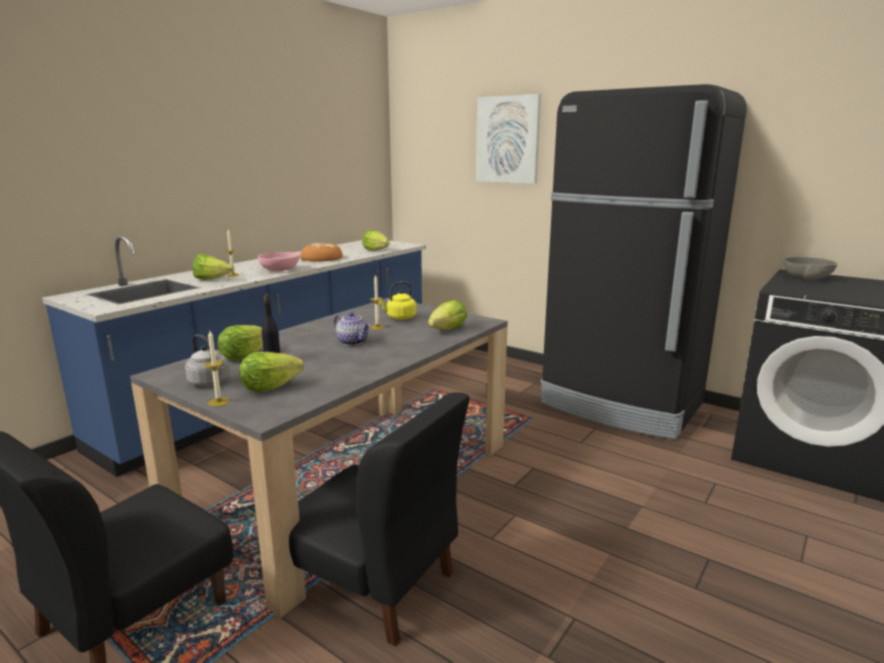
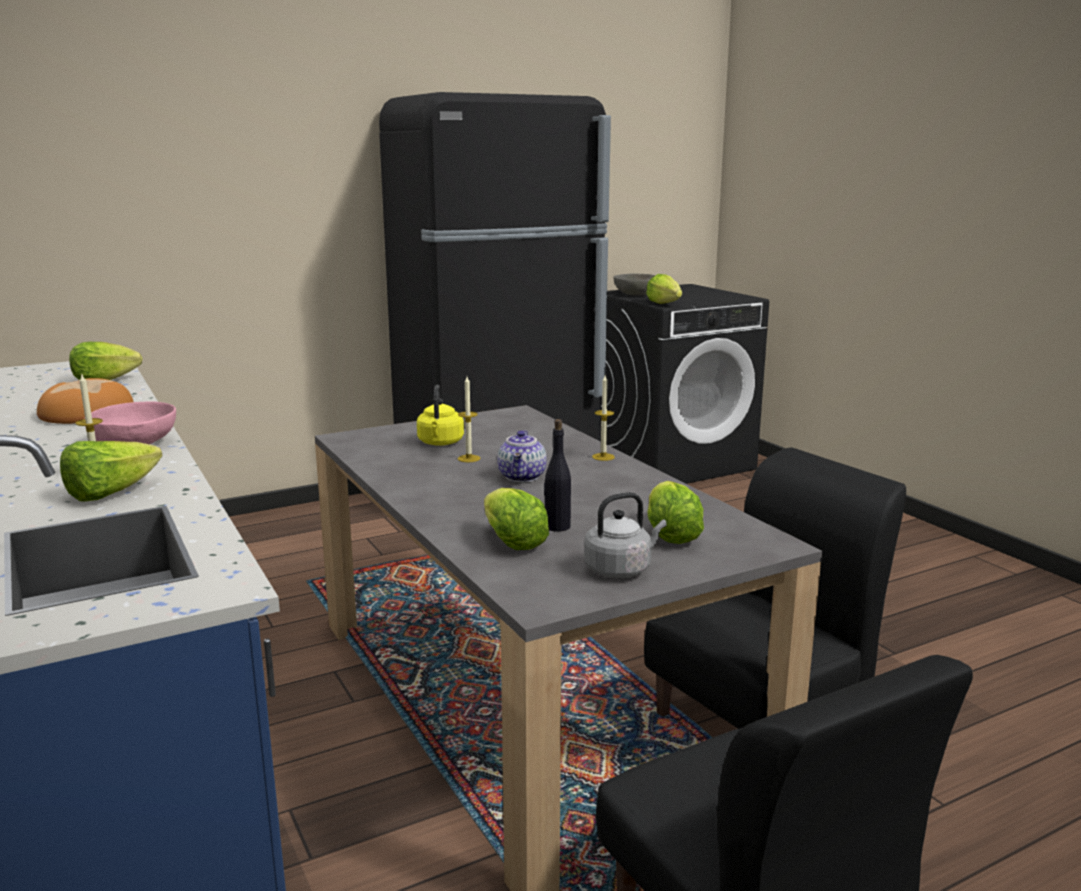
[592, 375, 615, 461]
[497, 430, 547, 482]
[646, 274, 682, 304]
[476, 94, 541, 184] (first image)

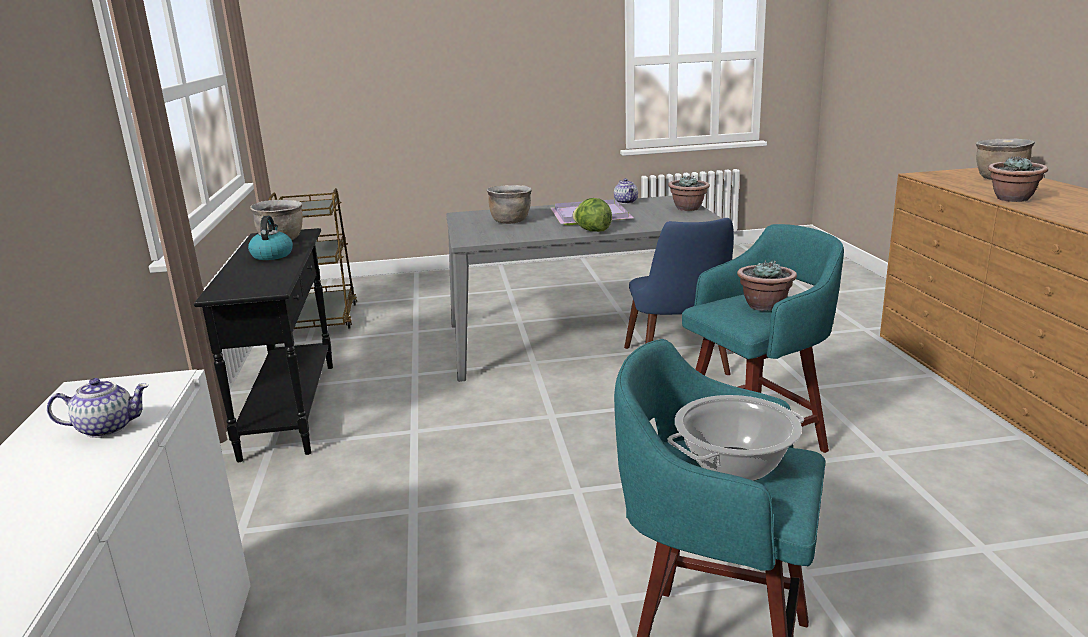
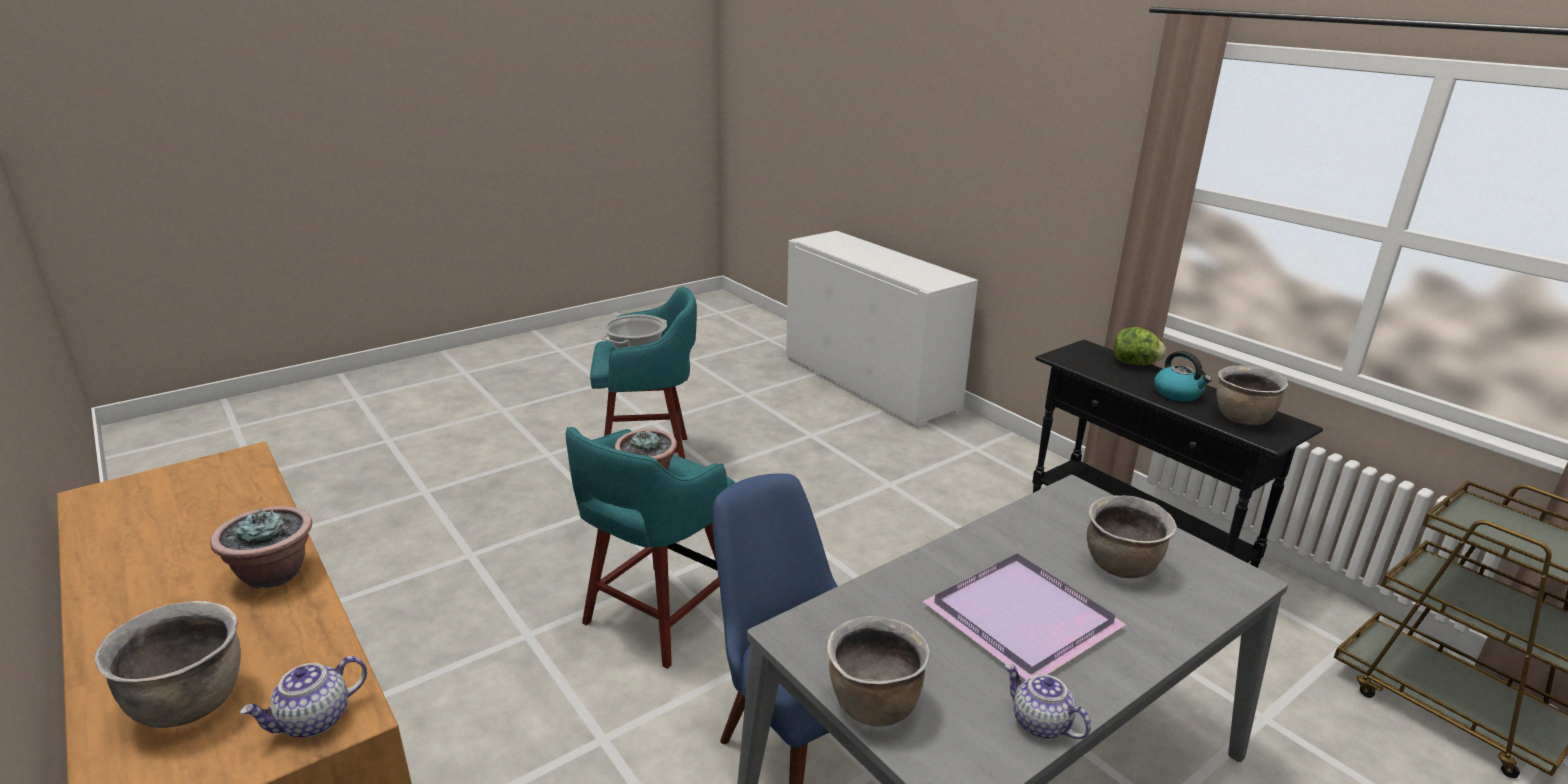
[240, 656, 367, 737]
[1113, 327, 1166, 366]
[827, 616, 930, 727]

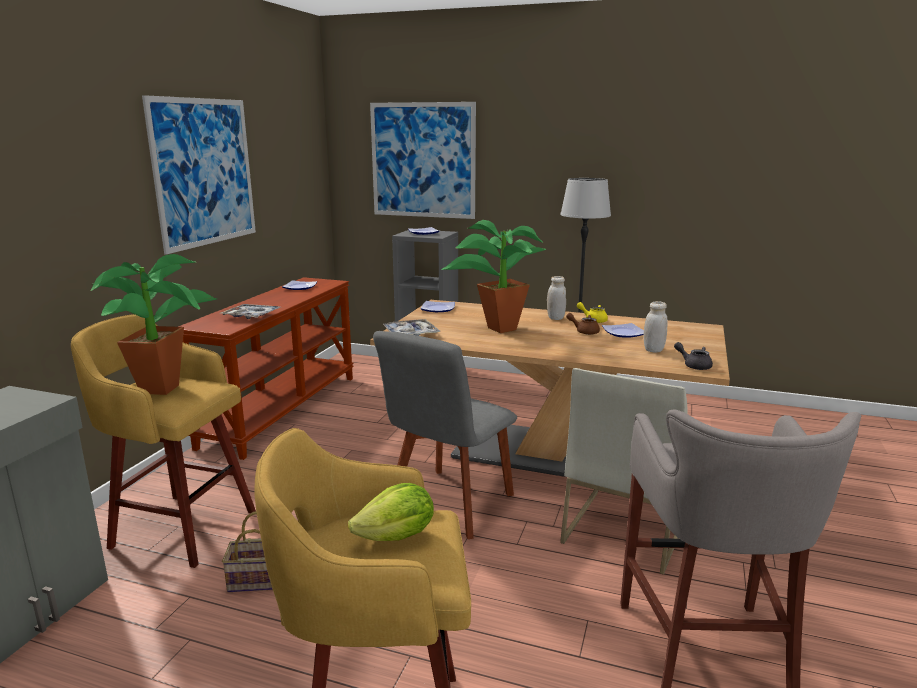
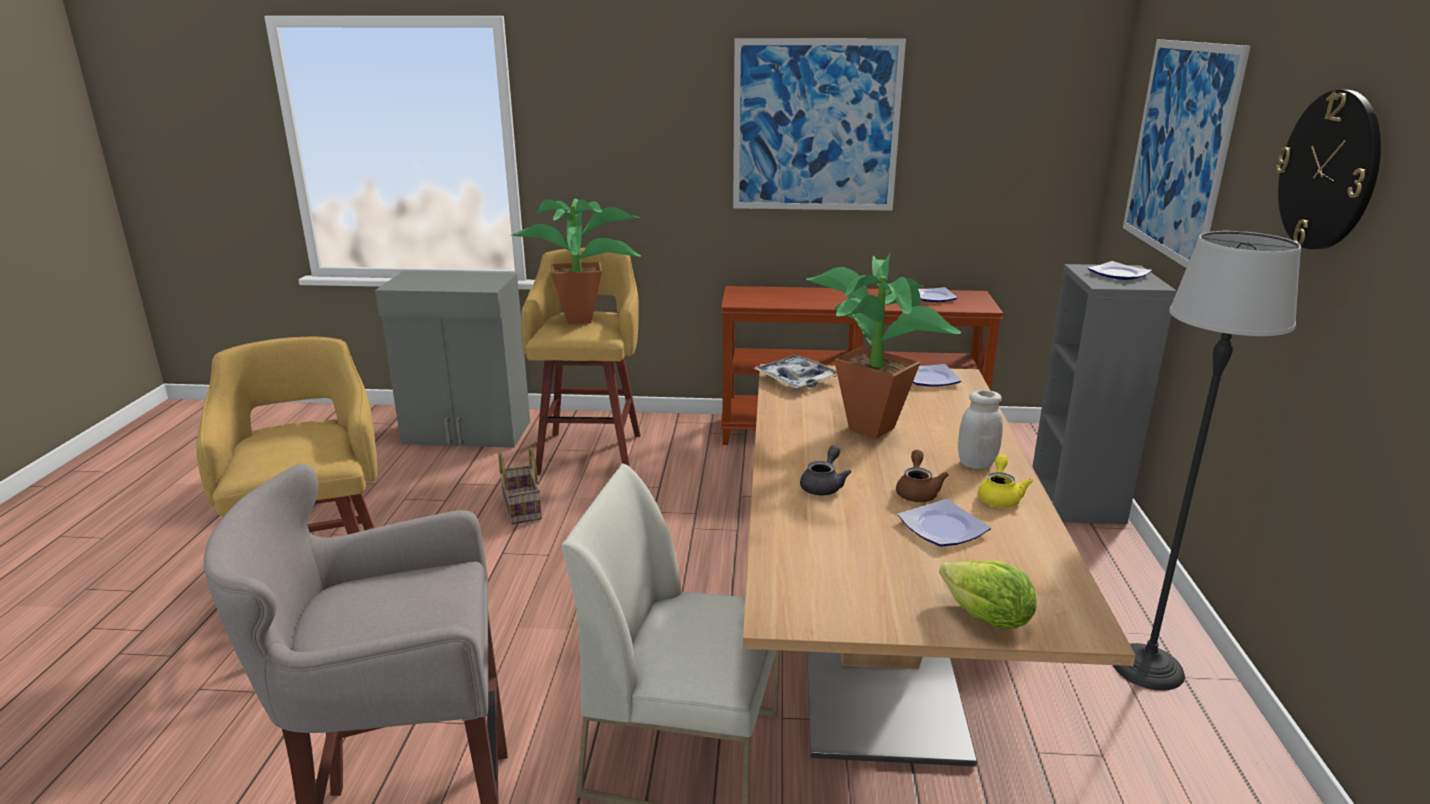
[221, 304, 280, 319] (first image)
[939, 561, 1036, 628]
[373, 331, 517, 539] (first image)
[643, 301, 668, 352] (first image)
[800, 445, 851, 496]
[1276, 90, 1381, 249]

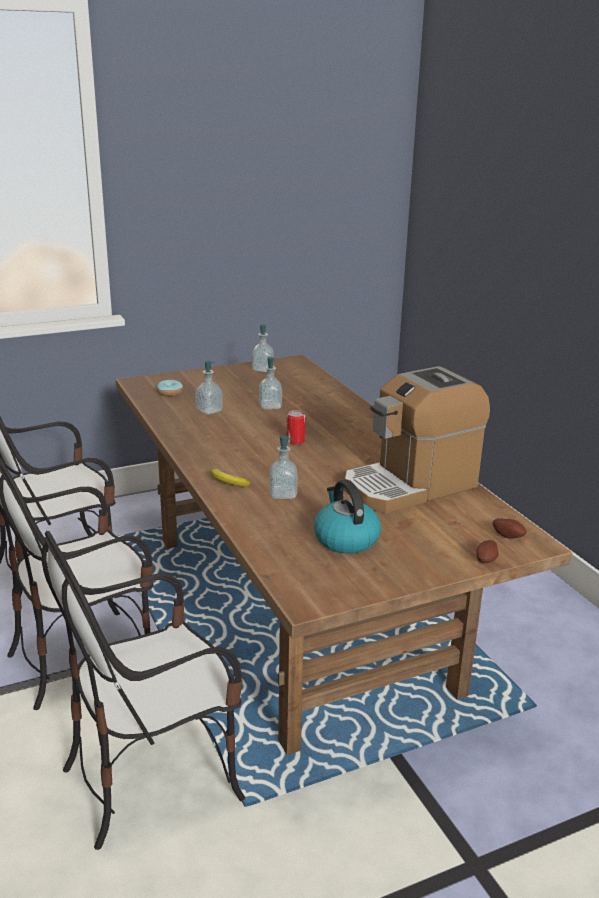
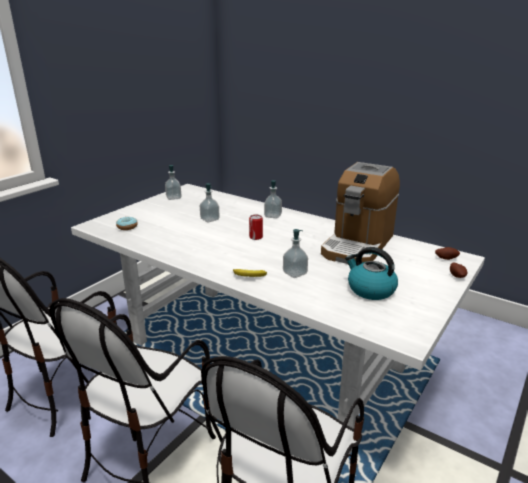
[71, 184, 485, 455]
[264, 180, 282, 218]

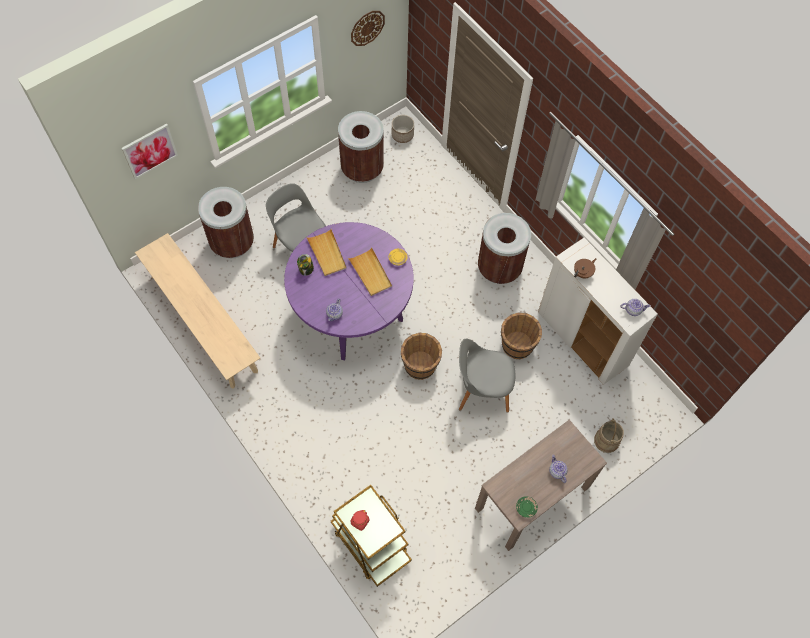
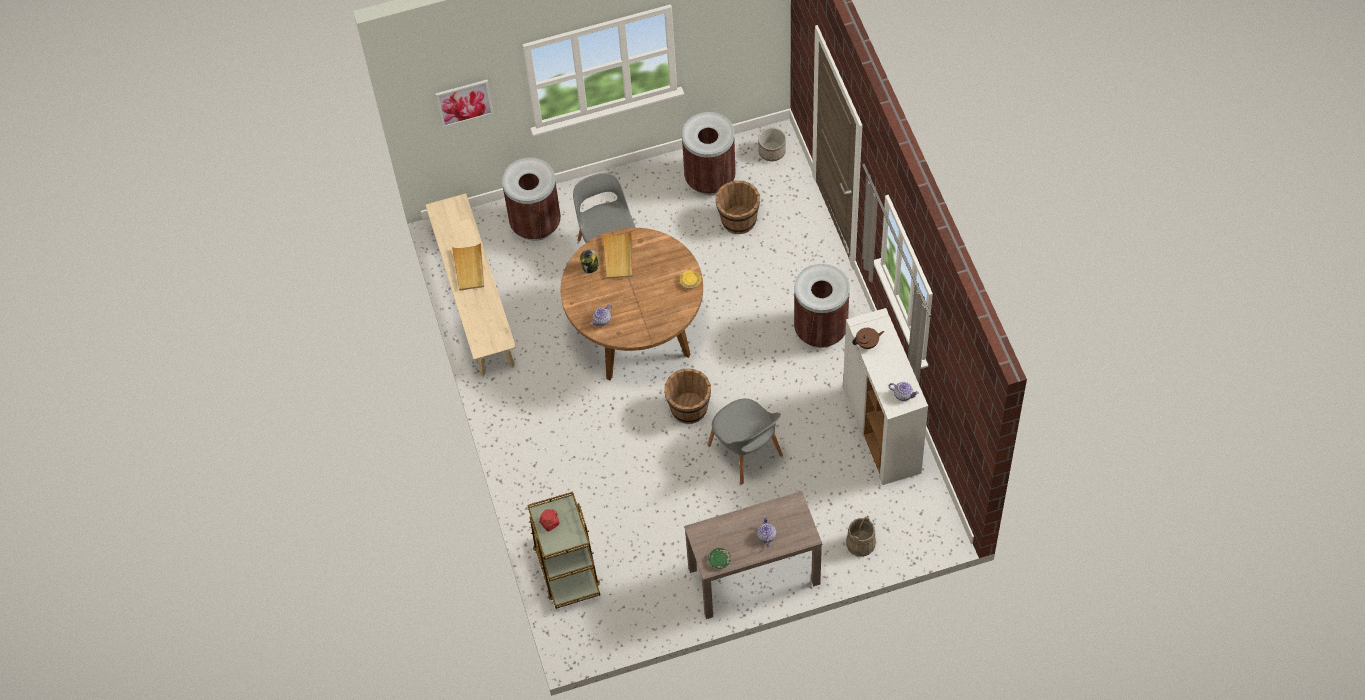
[560, 228, 703, 380]
[452, 243, 484, 291]
[351, 11, 385, 46] (first image)
[708, 399, 783, 484]
[716, 181, 760, 234]

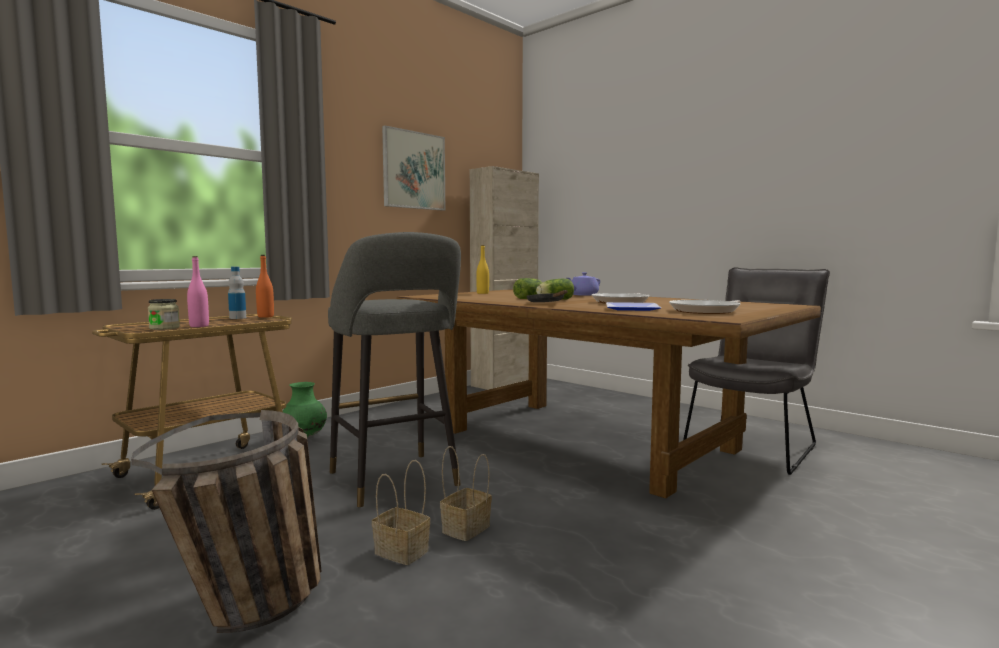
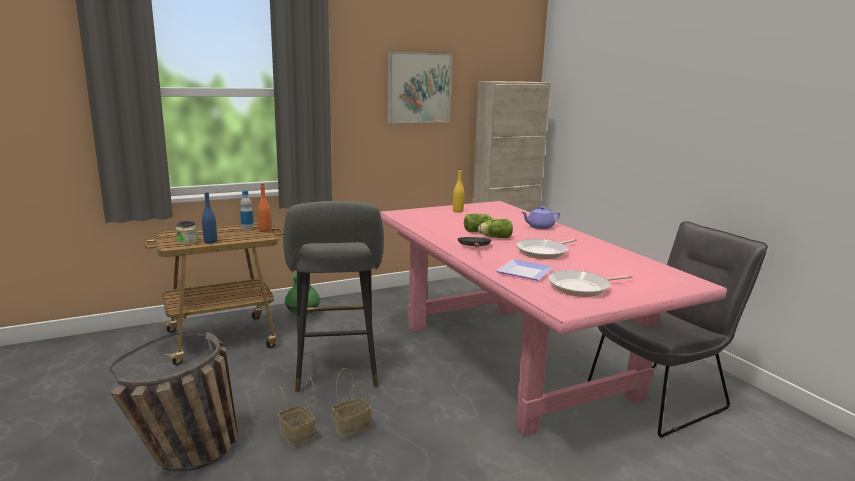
[202, 192, 217, 243]
[380, 201, 727, 436]

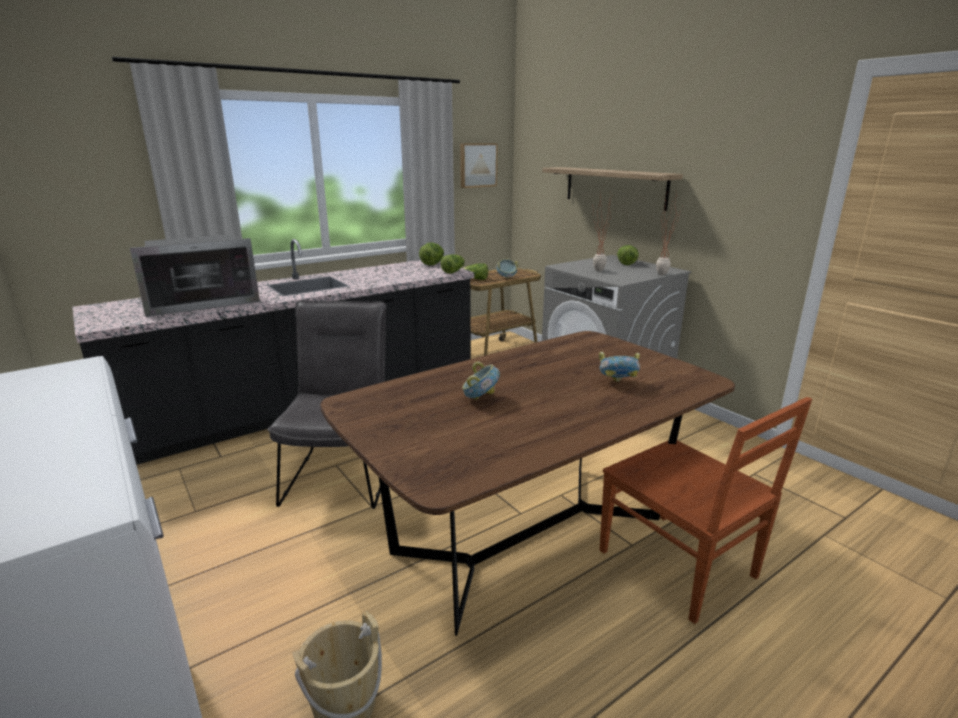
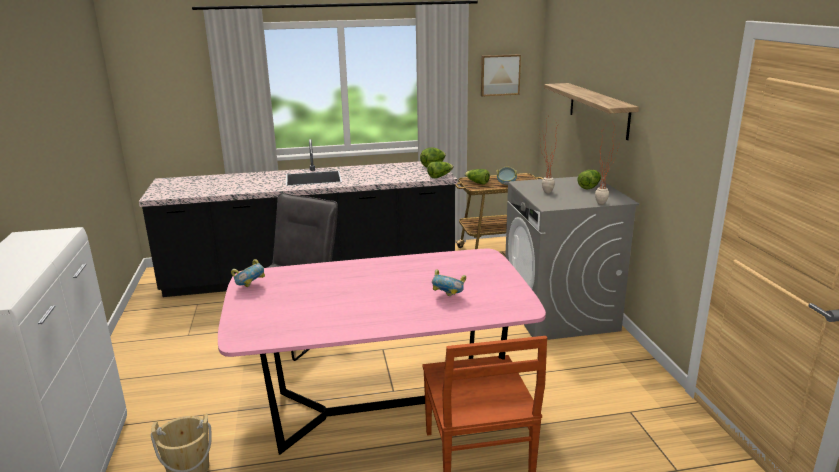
[130, 234, 260, 317] (first image)
[218, 248, 546, 455]
[231, 259, 265, 287]

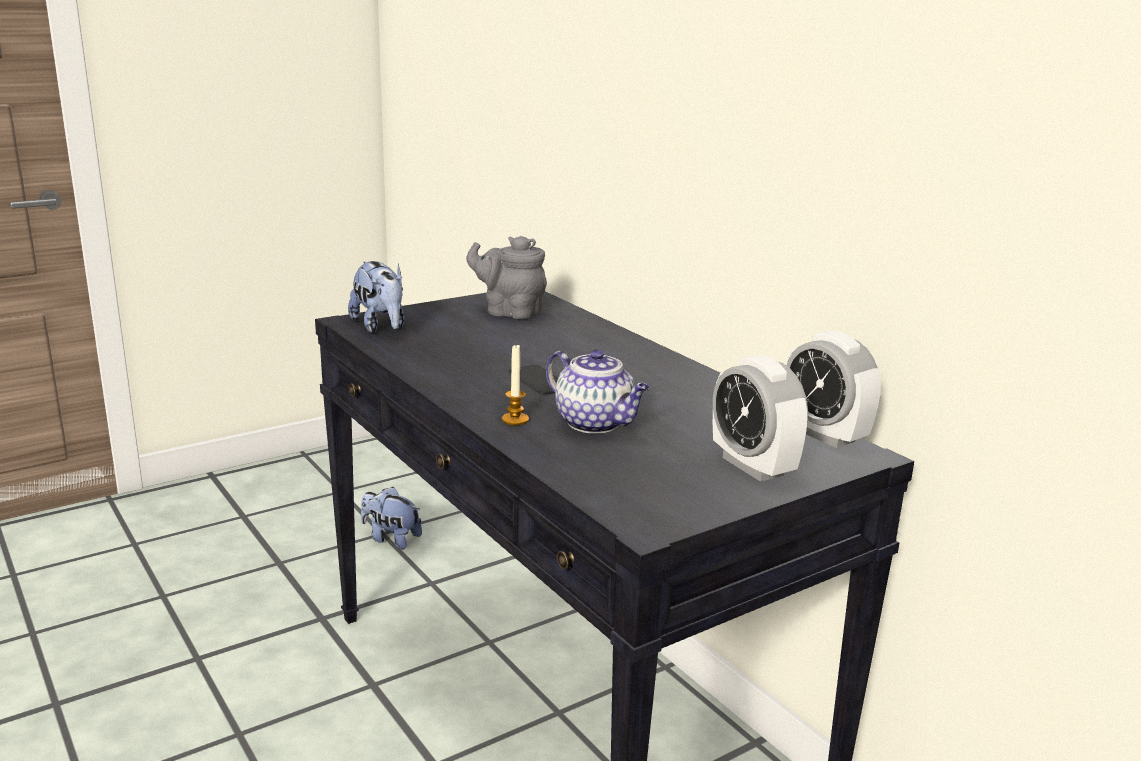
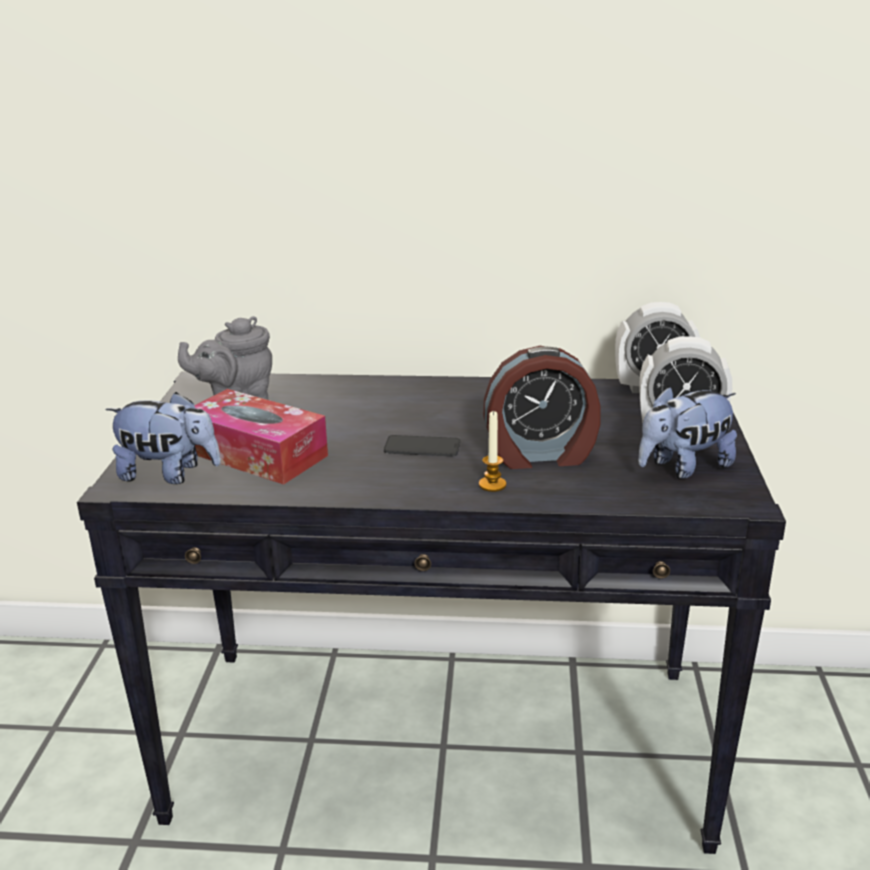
[638, 386, 737, 479]
[483, 346, 600, 469]
[194, 389, 328, 485]

